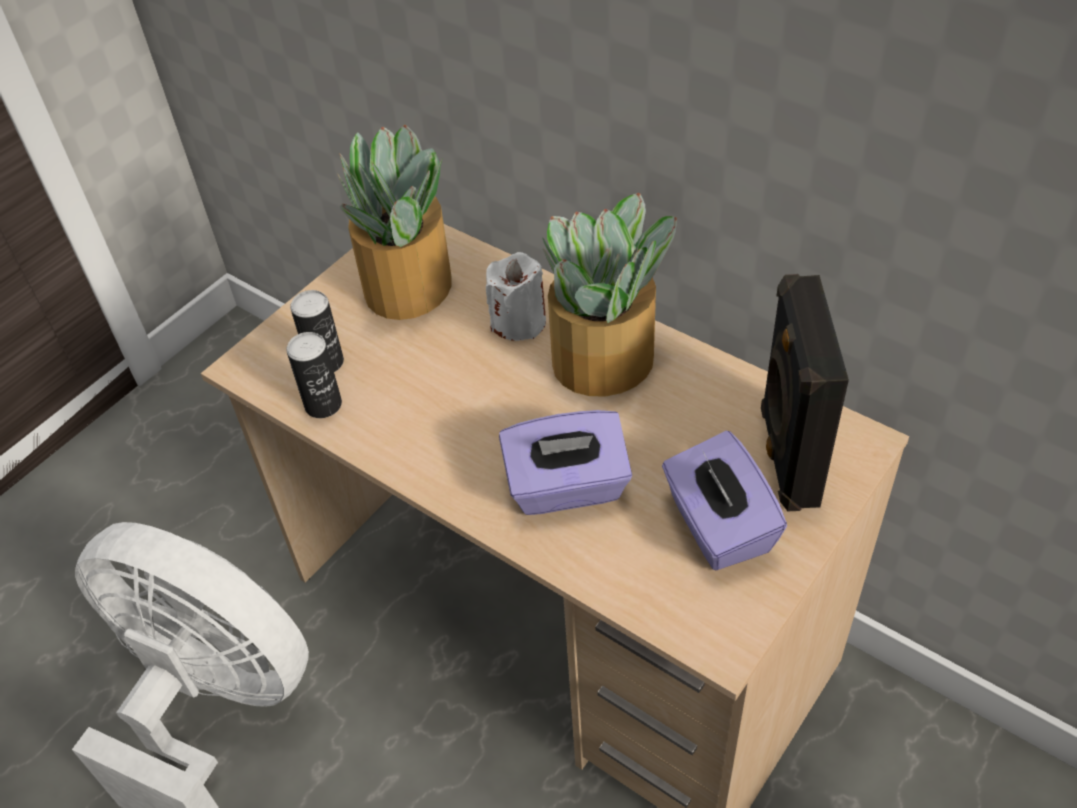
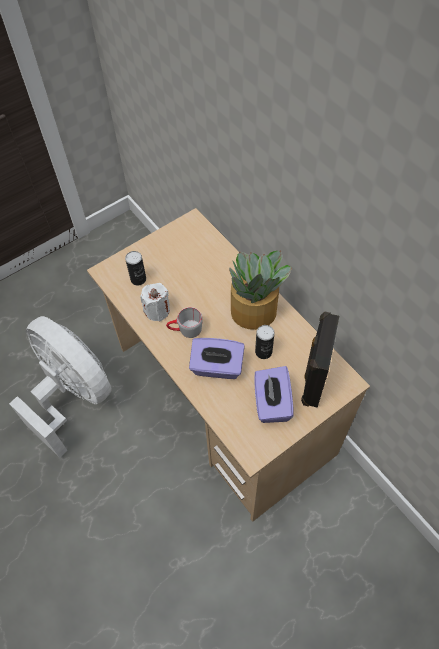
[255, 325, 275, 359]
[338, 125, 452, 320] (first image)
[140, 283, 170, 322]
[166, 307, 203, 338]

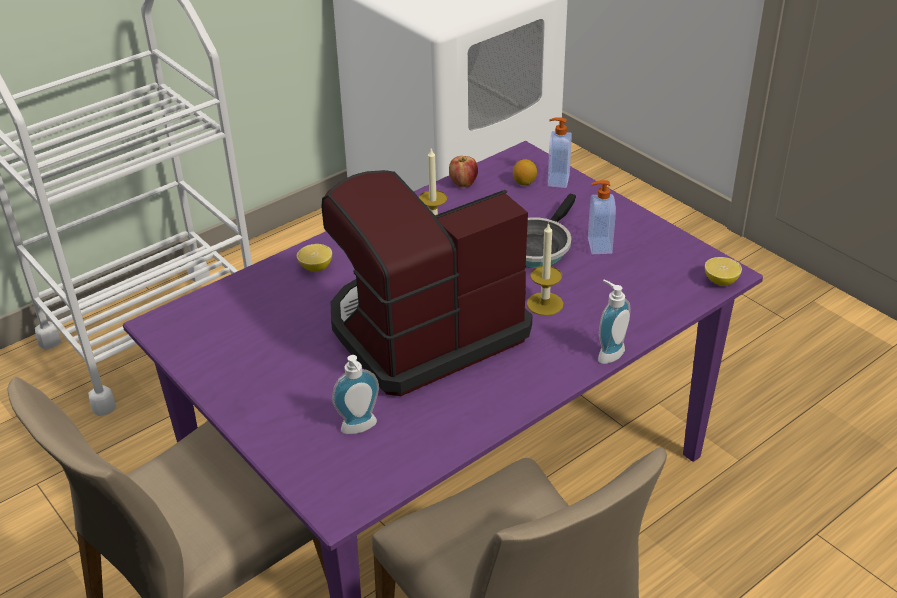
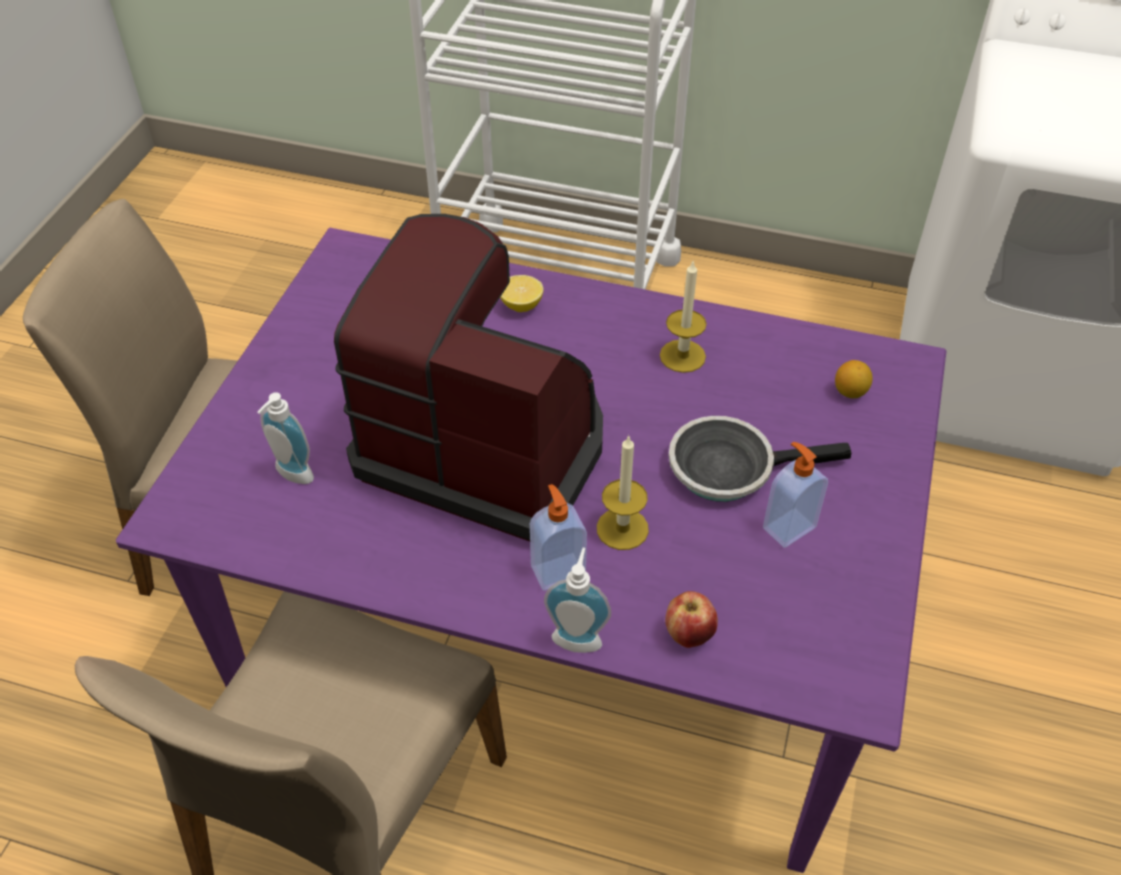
[665, 591, 718, 648]
[530, 484, 587, 591]
[705, 257, 742, 286] (first image)

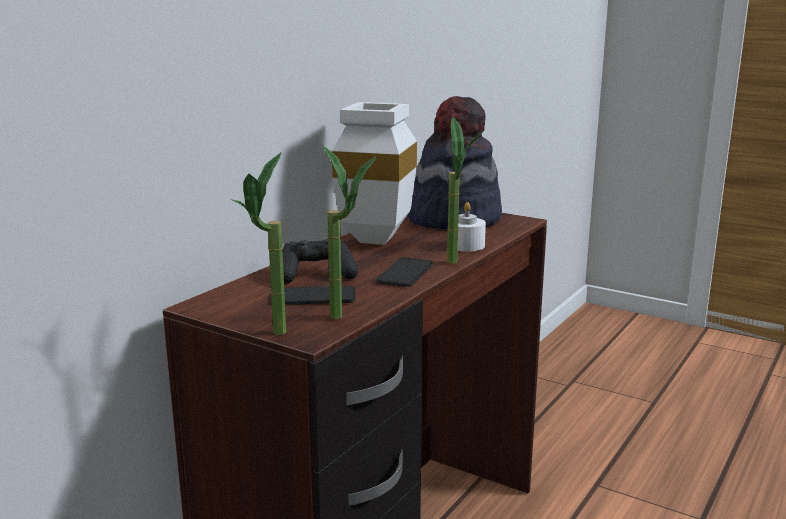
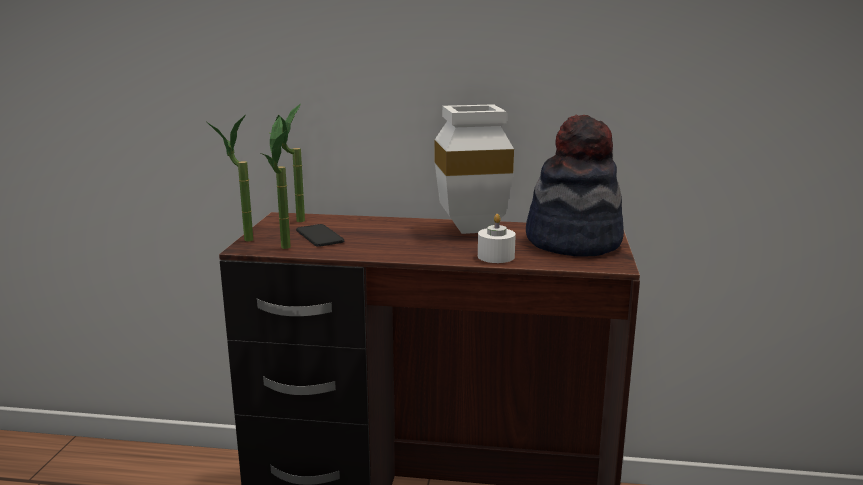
[283, 239, 358, 284] (first image)
[376, 258, 432, 287] (first image)
[268, 104, 305, 222]

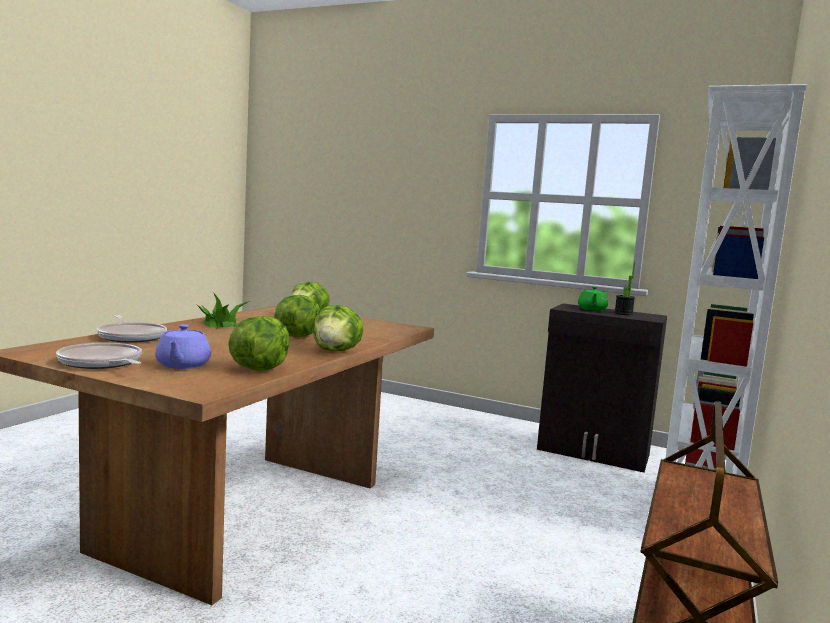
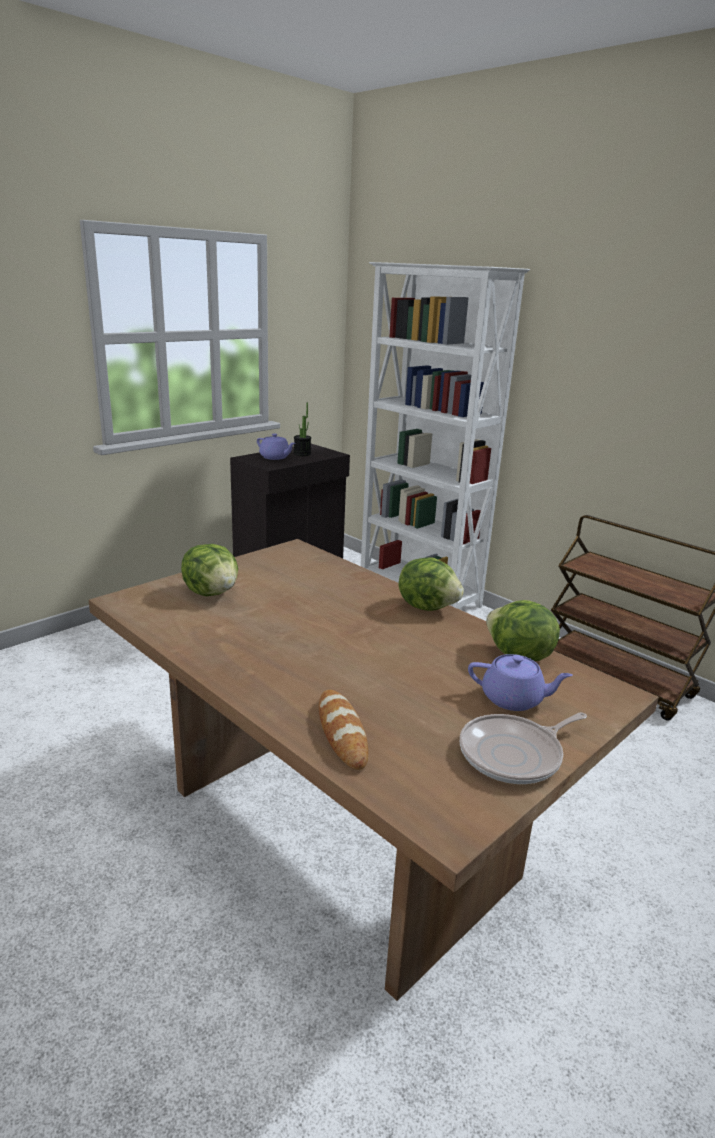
[319, 690, 368, 770]
[197, 292, 250, 328] (first image)
[274, 295, 320, 337] (first image)
[257, 434, 295, 460]

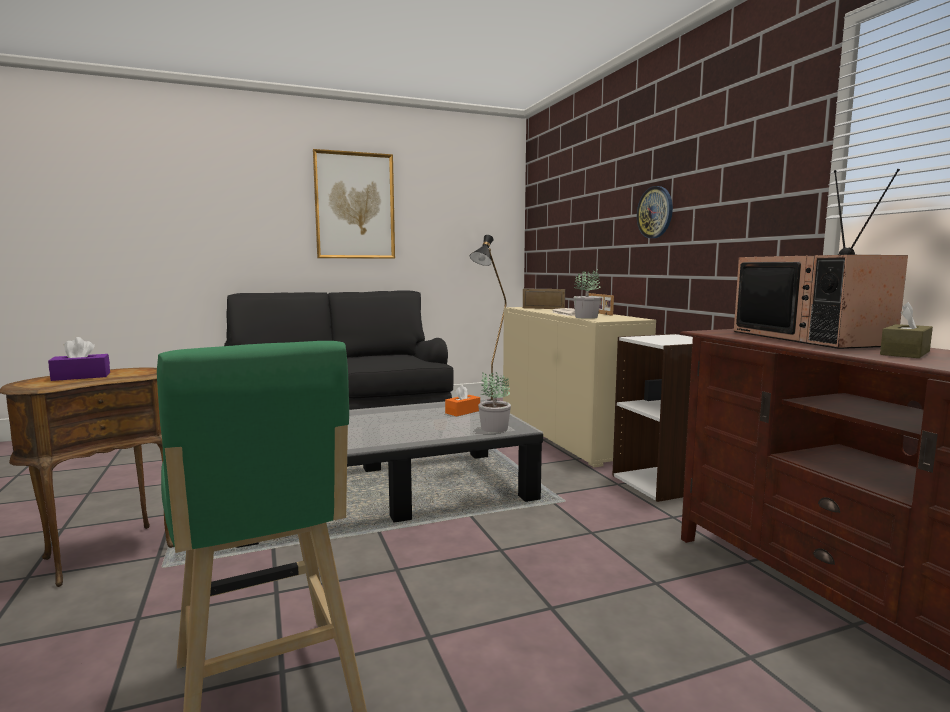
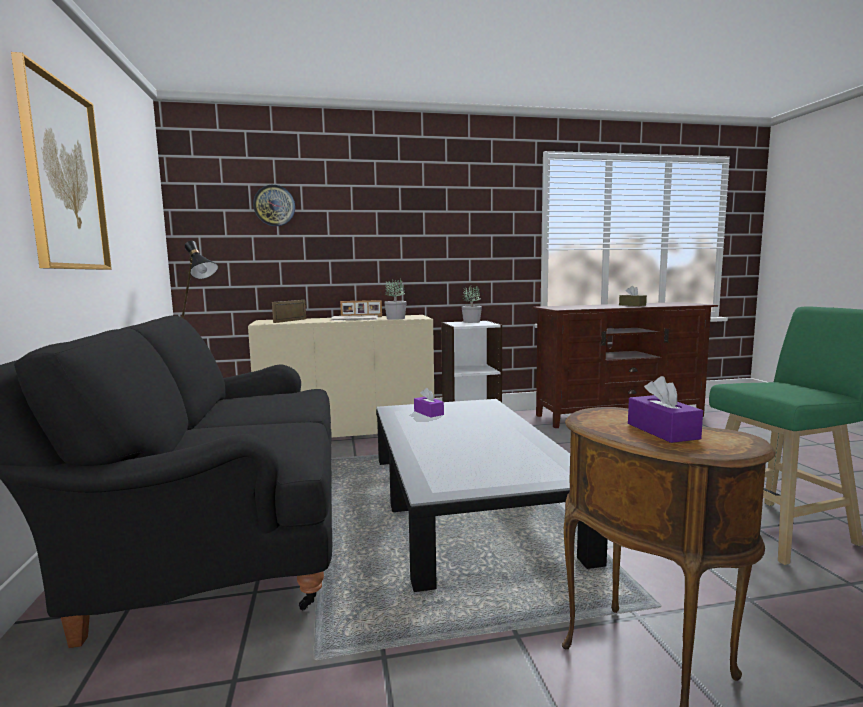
[414, 388, 444, 418]
[462, 286, 482, 323]
[253, 185, 295, 226]
[734, 169, 908, 349] (first image)

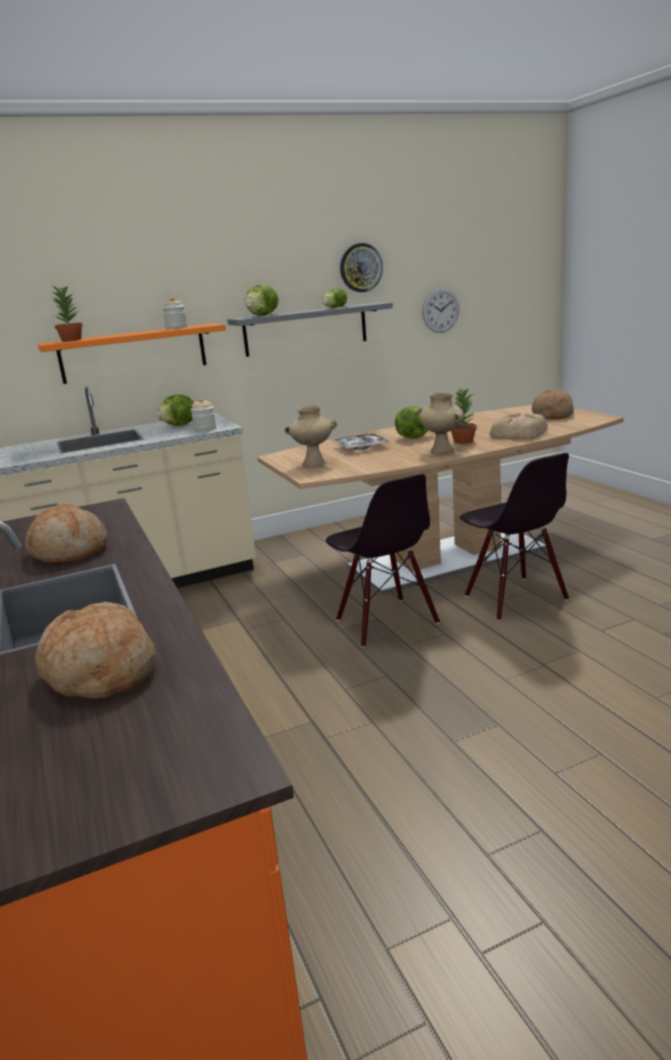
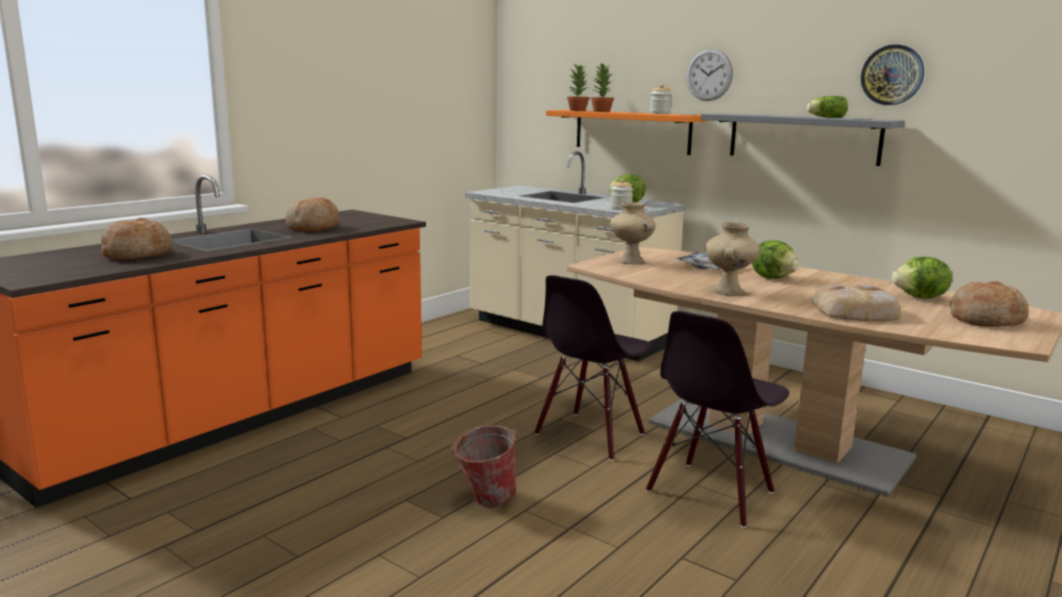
[892, 256, 952, 299]
[686, 49, 733, 101]
[591, 63, 614, 112]
[451, 425, 517, 508]

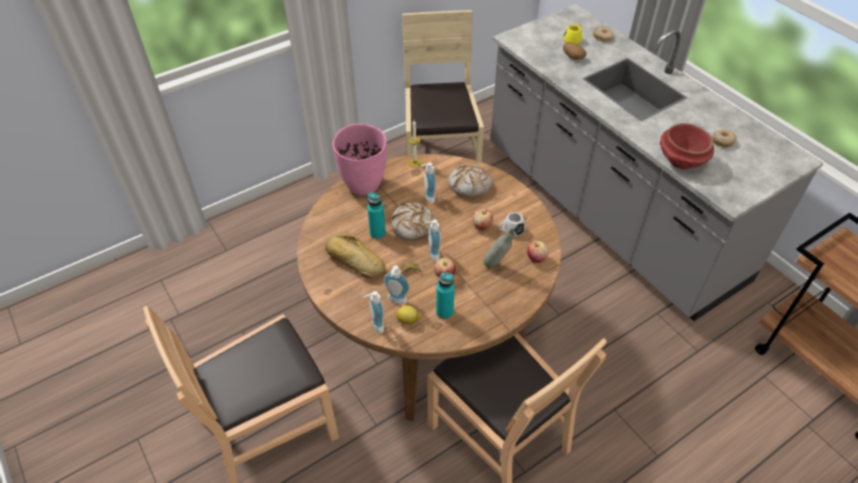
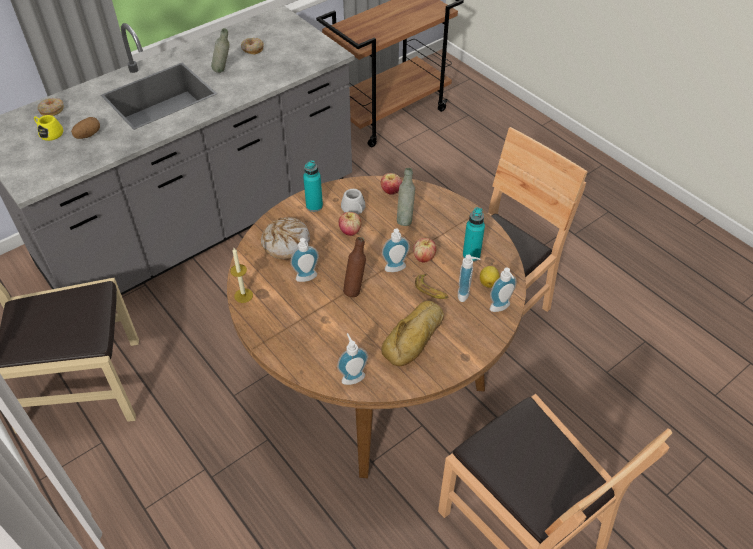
[333, 124, 387, 196] (first image)
[303, 160, 323, 212]
[343, 237, 366, 297]
[660, 123, 714, 169] (first image)
[211, 28, 230, 73]
[337, 333, 368, 385]

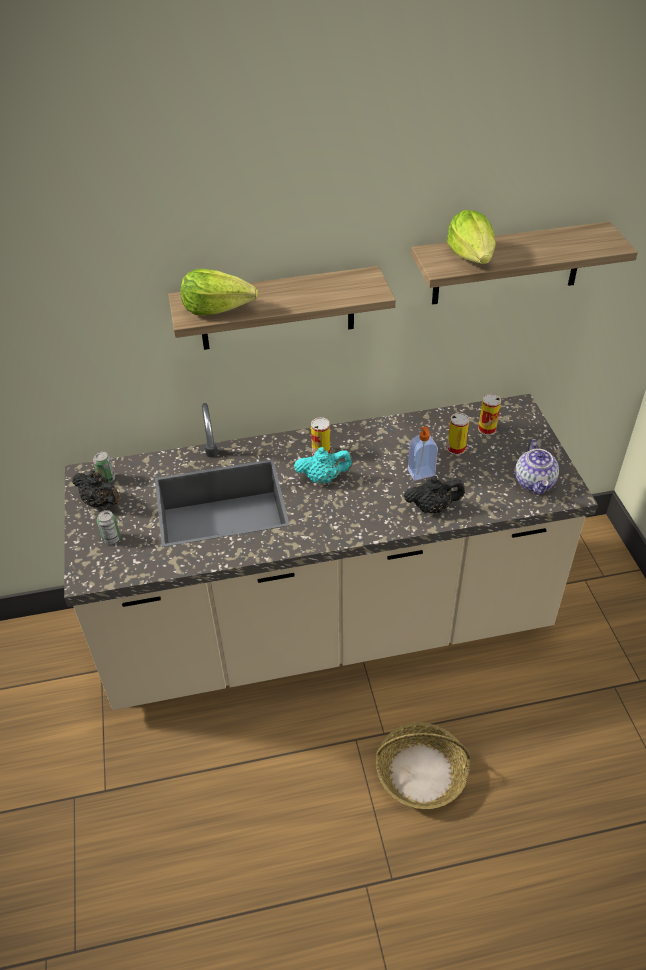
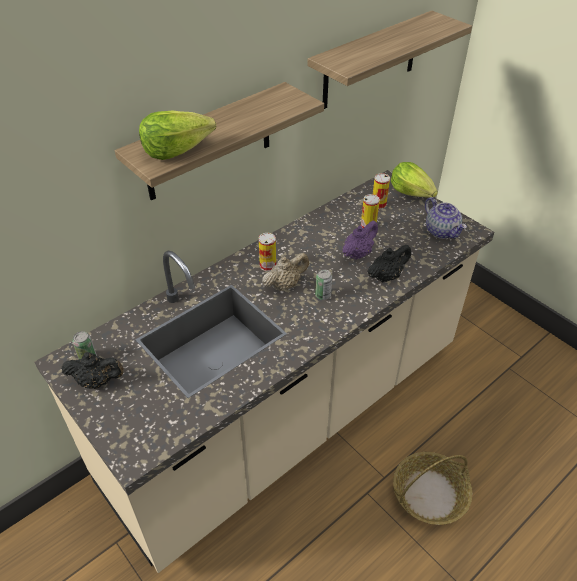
[315, 269, 332, 300]
[262, 253, 309, 291]
[342, 221, 378, 260]
[391, 162, 438, 198]

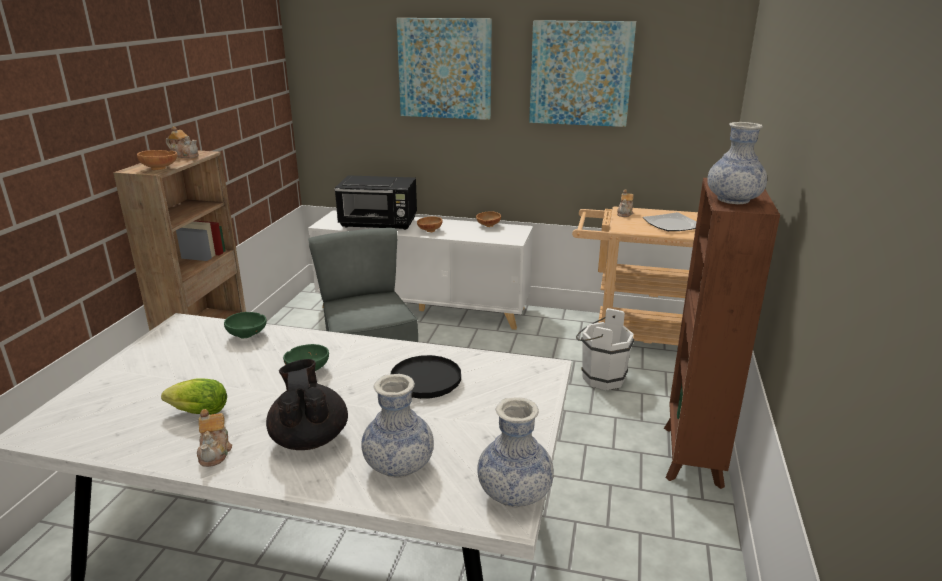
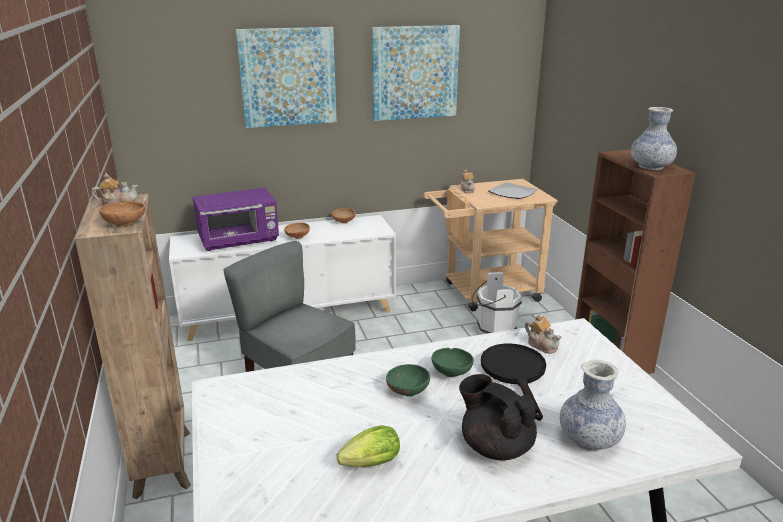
[525, 315, 562, 354]
[431, 348, 474, 377]
[193, 188, 279, 251]
[477, 397, 554, 508] (first image)

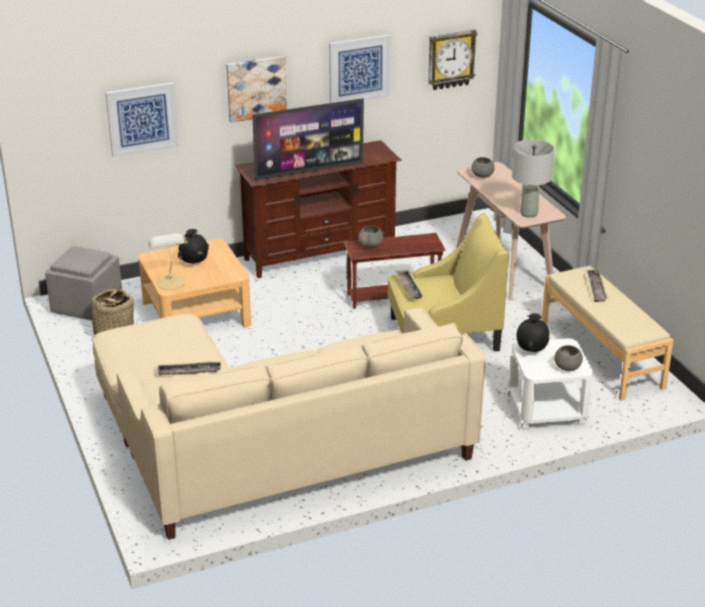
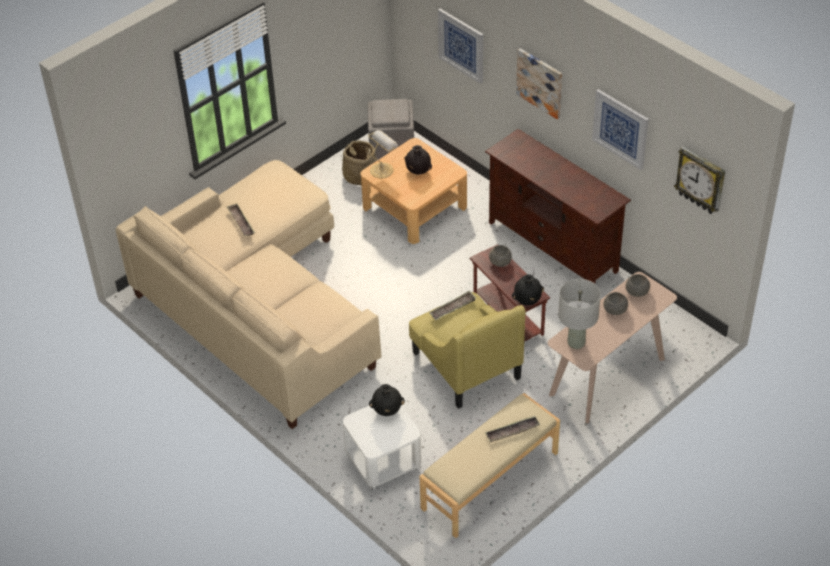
[253, 98, 364, 181] (first image)
[603, 292, 628, 315]
[512, 274, 544, 305]

